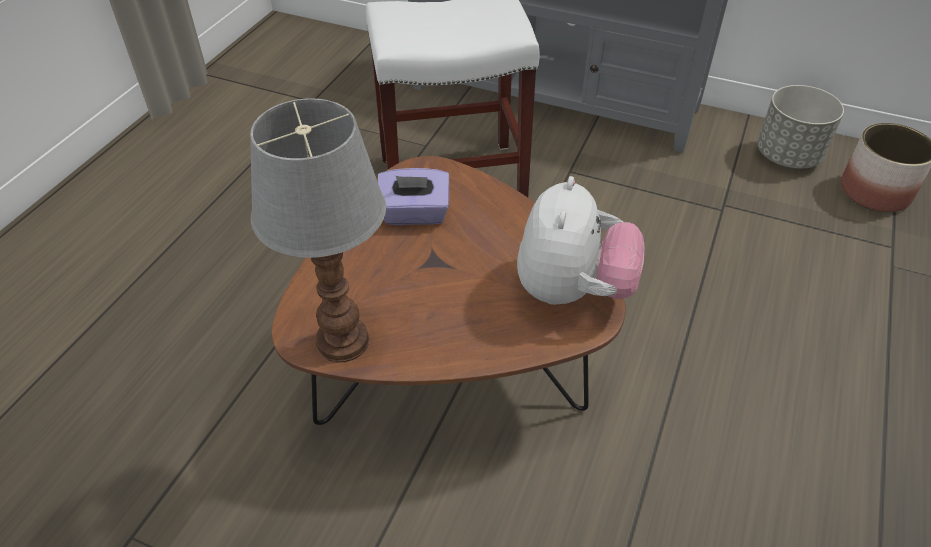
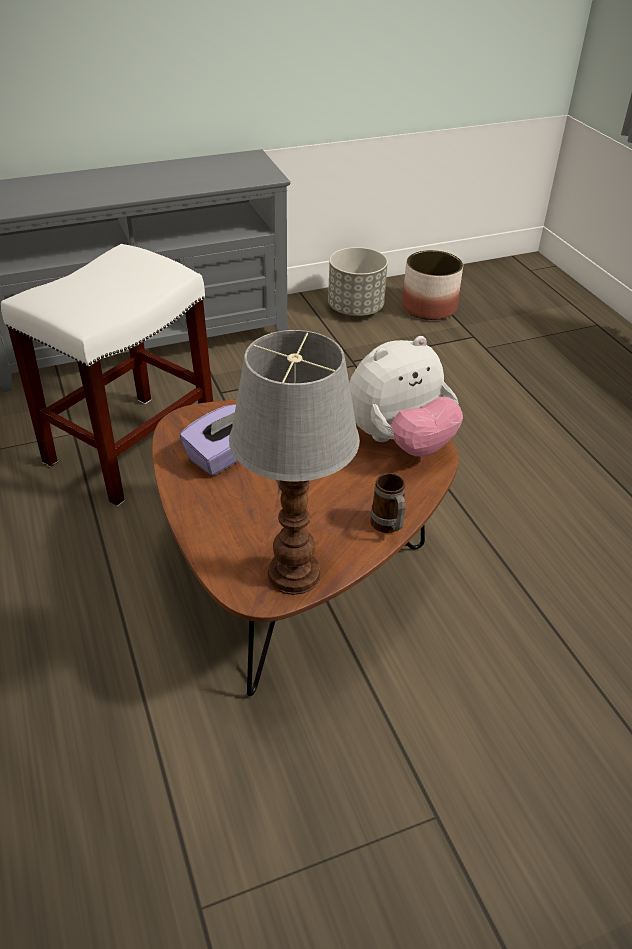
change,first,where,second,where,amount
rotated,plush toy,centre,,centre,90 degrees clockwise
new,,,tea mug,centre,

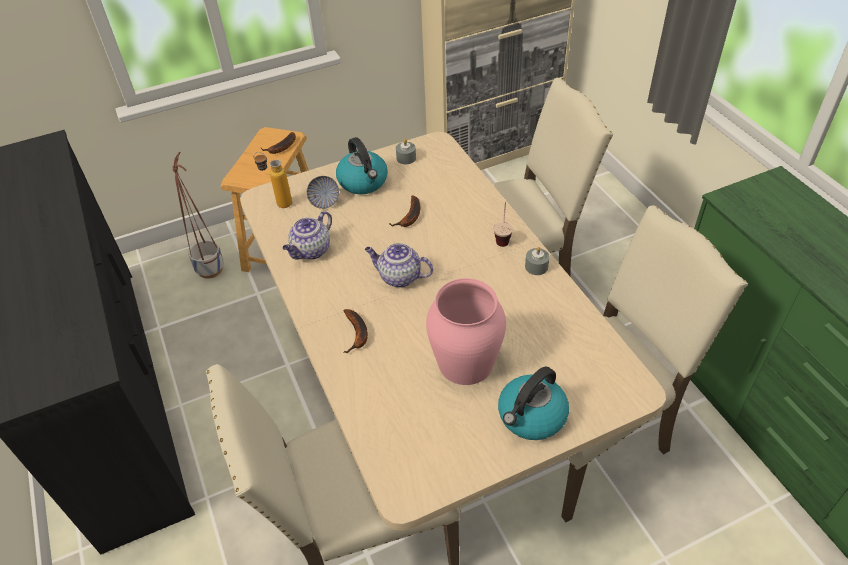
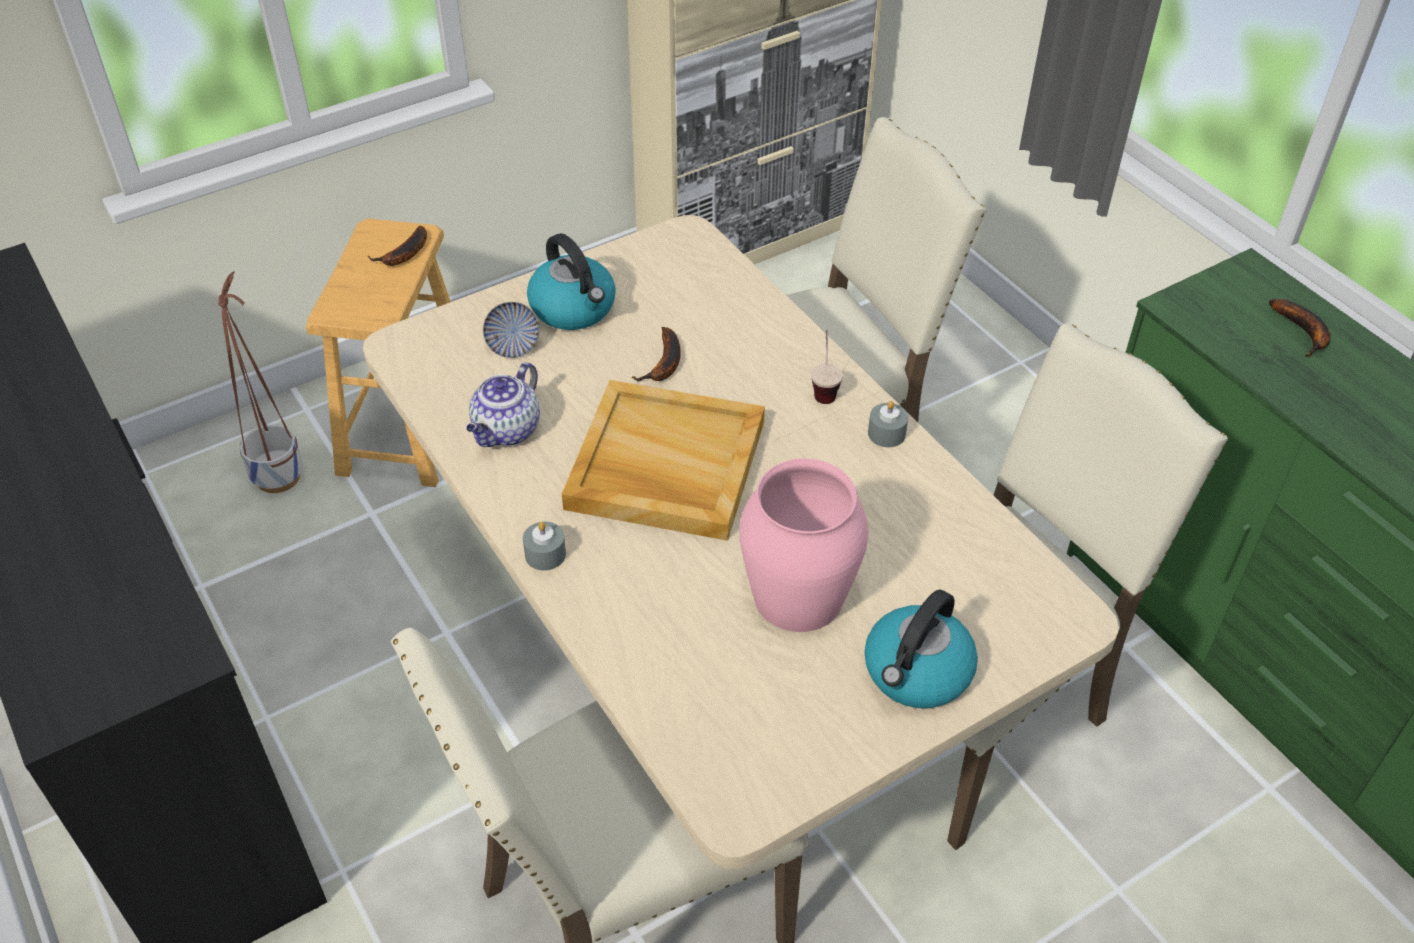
change,first,where,second,where,amount
shifted,gray candle (no. 1 from left),top centre,,centre,
gone,beverage bottle,top left,,,
swapped,pot for tea (no. 2 from left),centre,beige-coloured tray,centre,
shifted,whole banana (no. 2 from left in the first image),centre,whole banana (no. 3 from left),middle right,

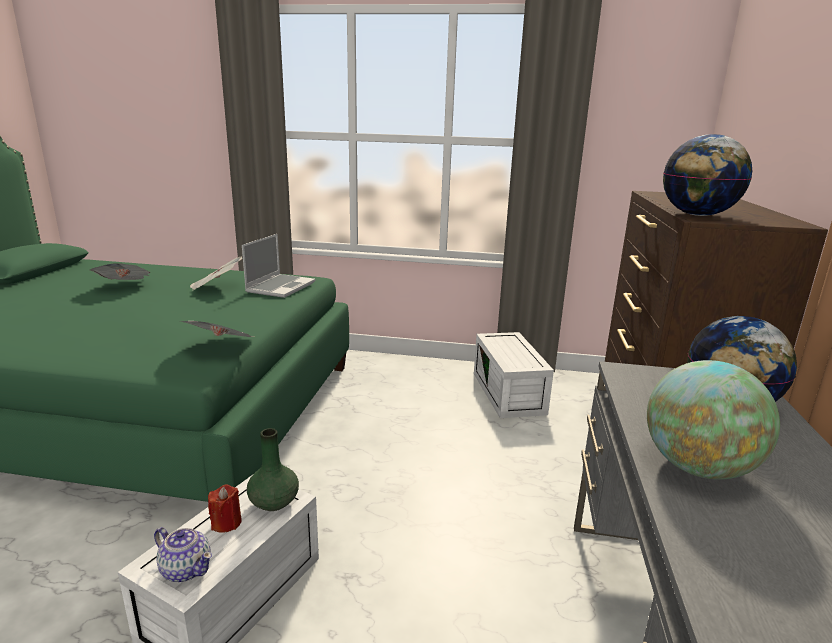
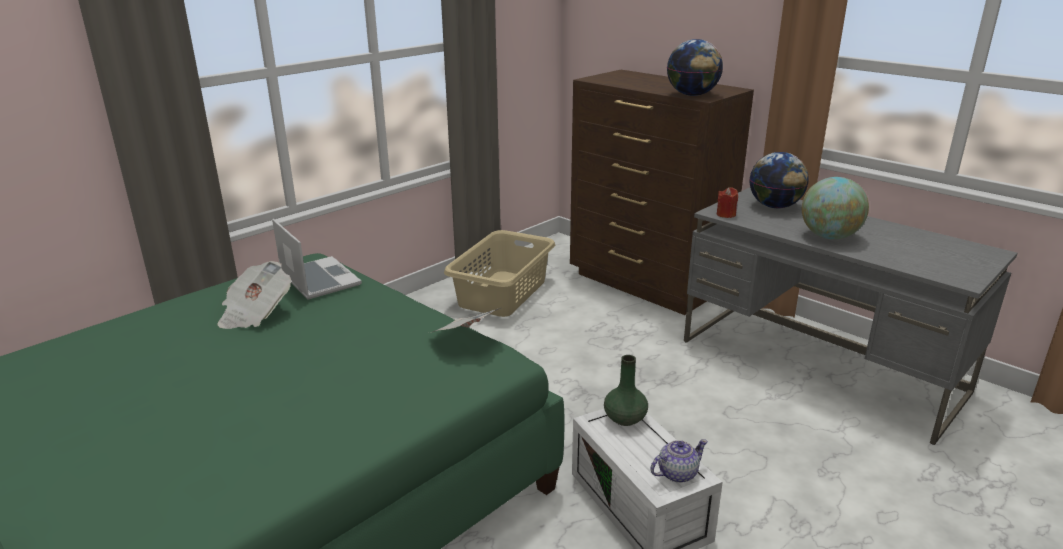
change,first,where,second,where,amount
gone,daily paper (no. 1 from left),middle left,,,
swapped,whitish storage container (no. 2 from left),centre,beige-coloured hamper,centre,
shifted,red-coloured candle,bottom left,,middle right,

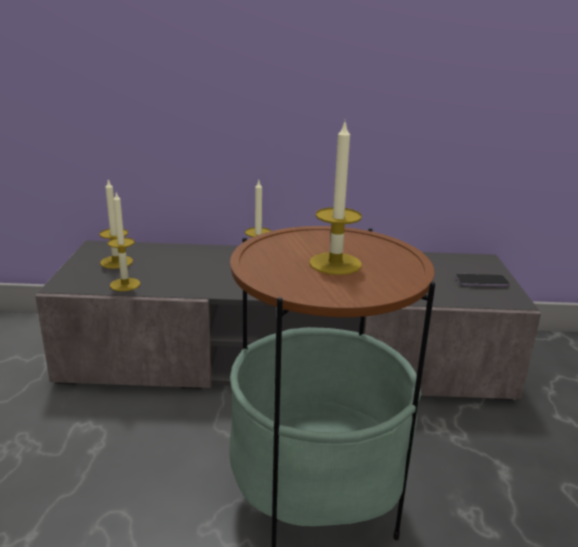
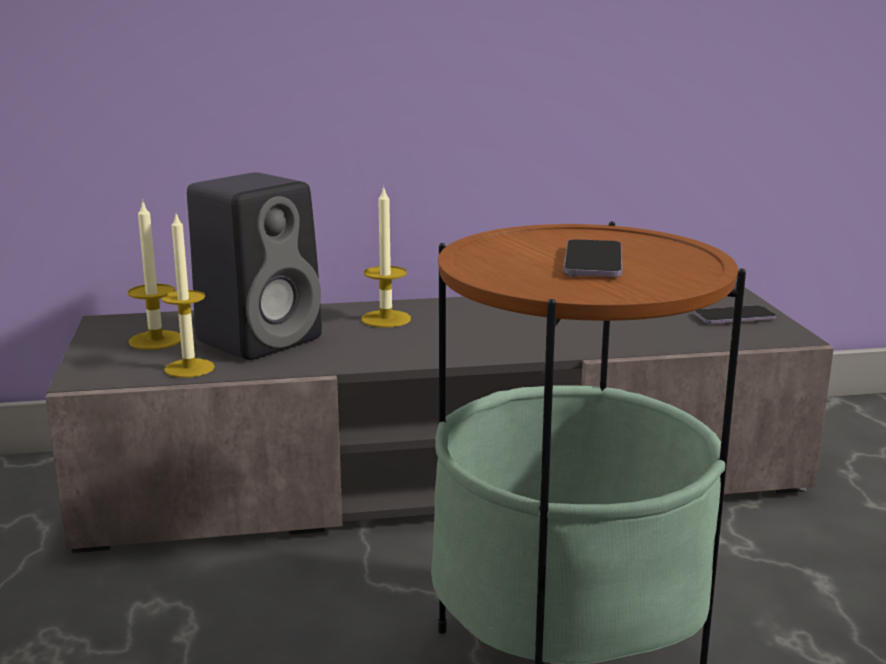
change,first,where,second,where,amount
swapped,candle (no. 4 from left),centre,telephone (no. 1 from left),middle right,
new,,,black-coloured audio speaker,middle left,

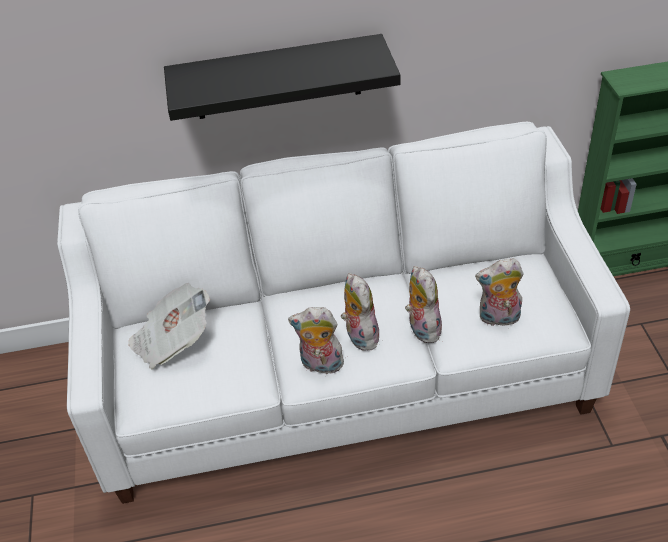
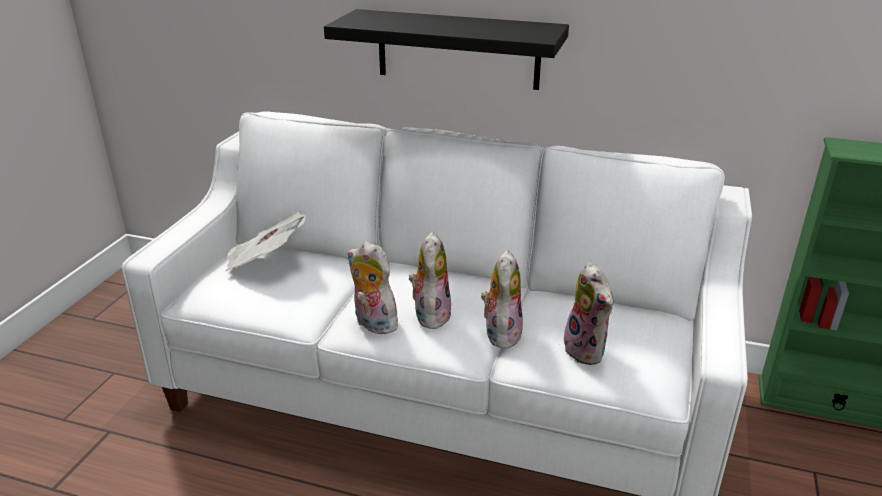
change,first,where,second,where,amount
rotated,plush toy (no. 4 from left),middle right,,middle right,135 degrees counterclockwise

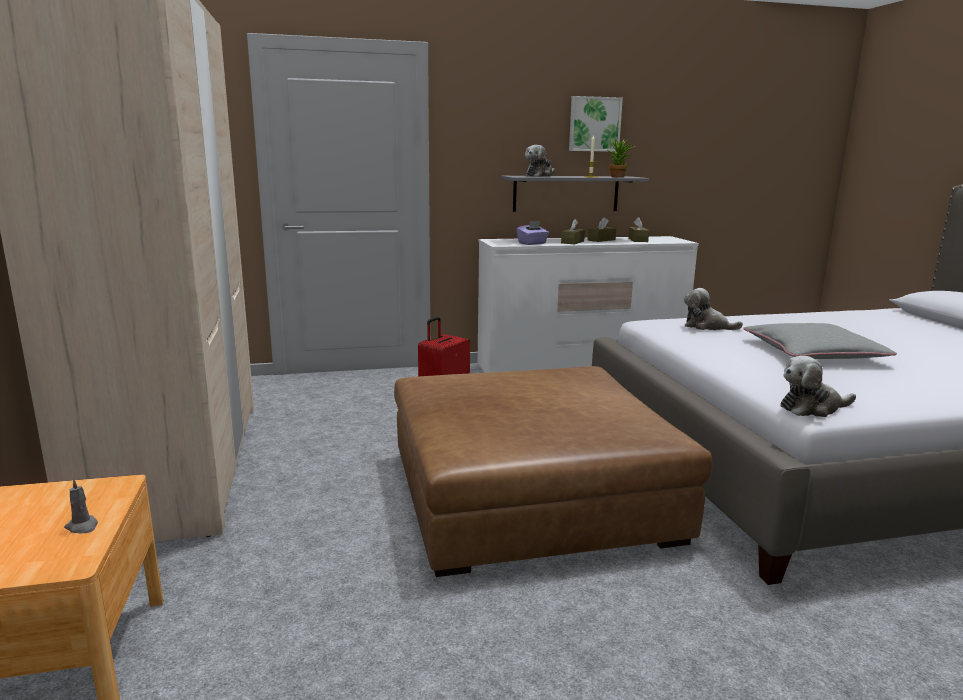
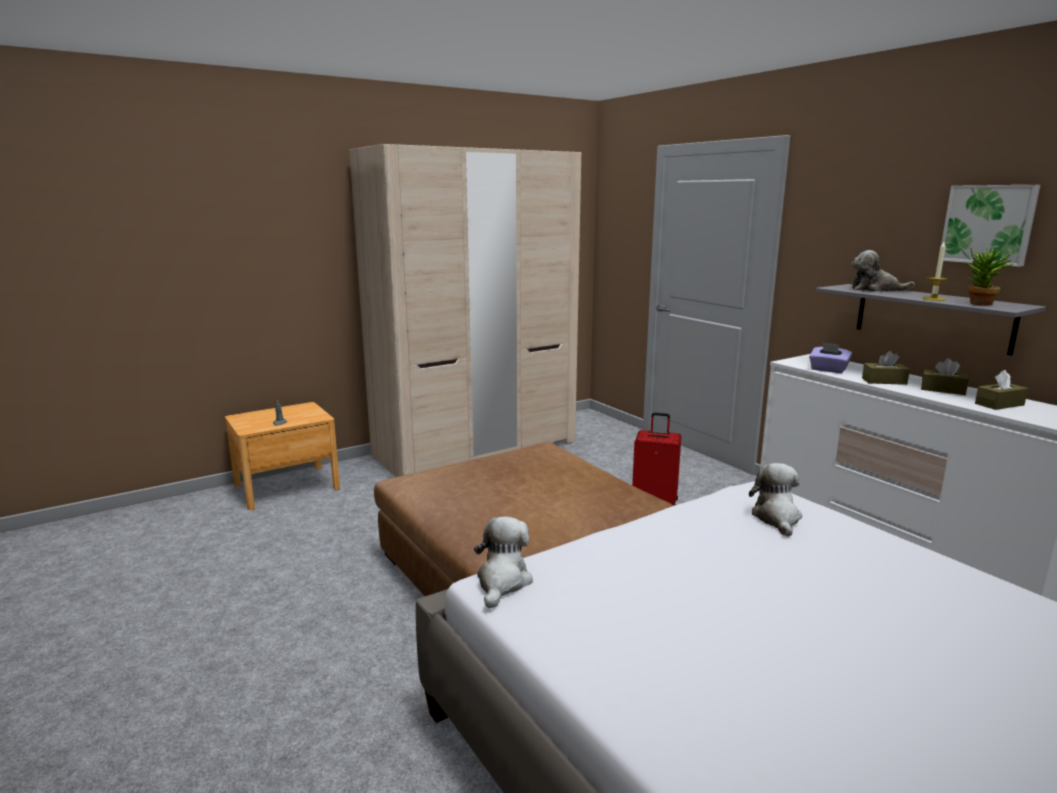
change,first,where,second,where,amount
gone,gray throw pillow,middle right,,,
rotated,plush toy (no. 3 from left in the first image),middle right,plush toy (no. 1 from left),bottom centre,45 degrees clockwise

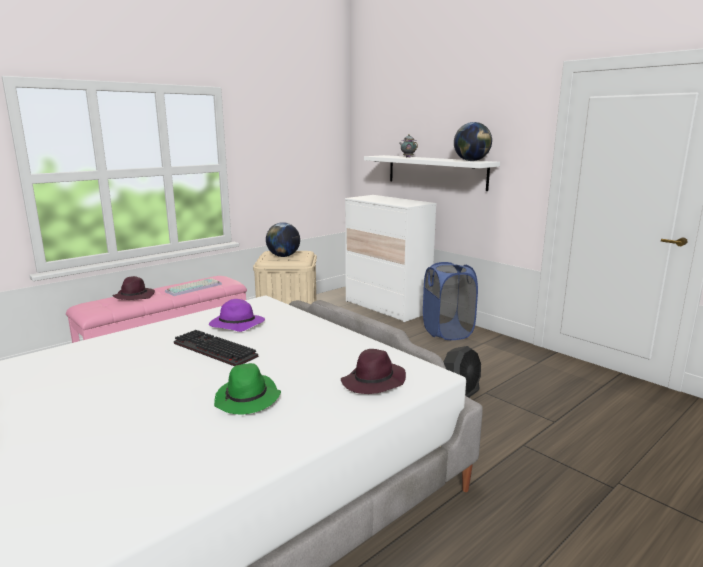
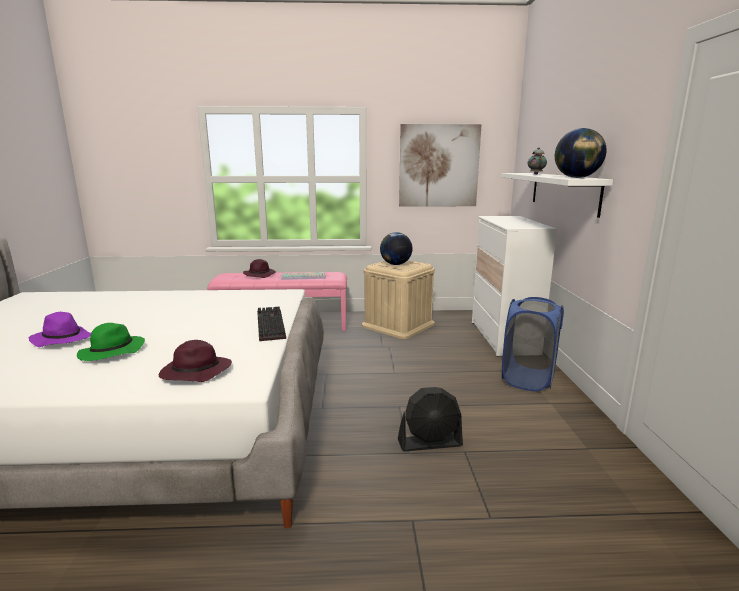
change,first,where,second,where,amount
shifted,purple-coloured hat (no. 2 from left in the first image),centre,purple-coloured hat (no. 1 from left),middle left,
shifted,keyboard (no. 2 from left in the first image),middle left,keyboard (no. 1 from left),centre,
new,,,picture,top centre,

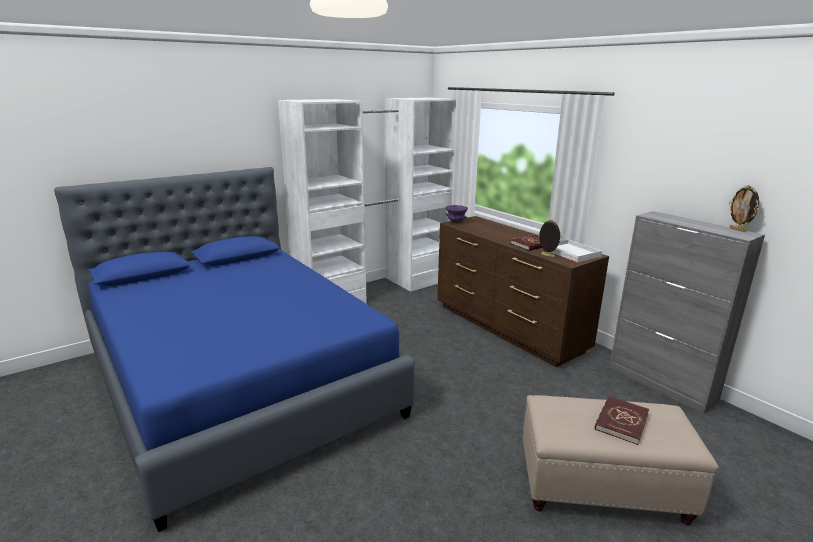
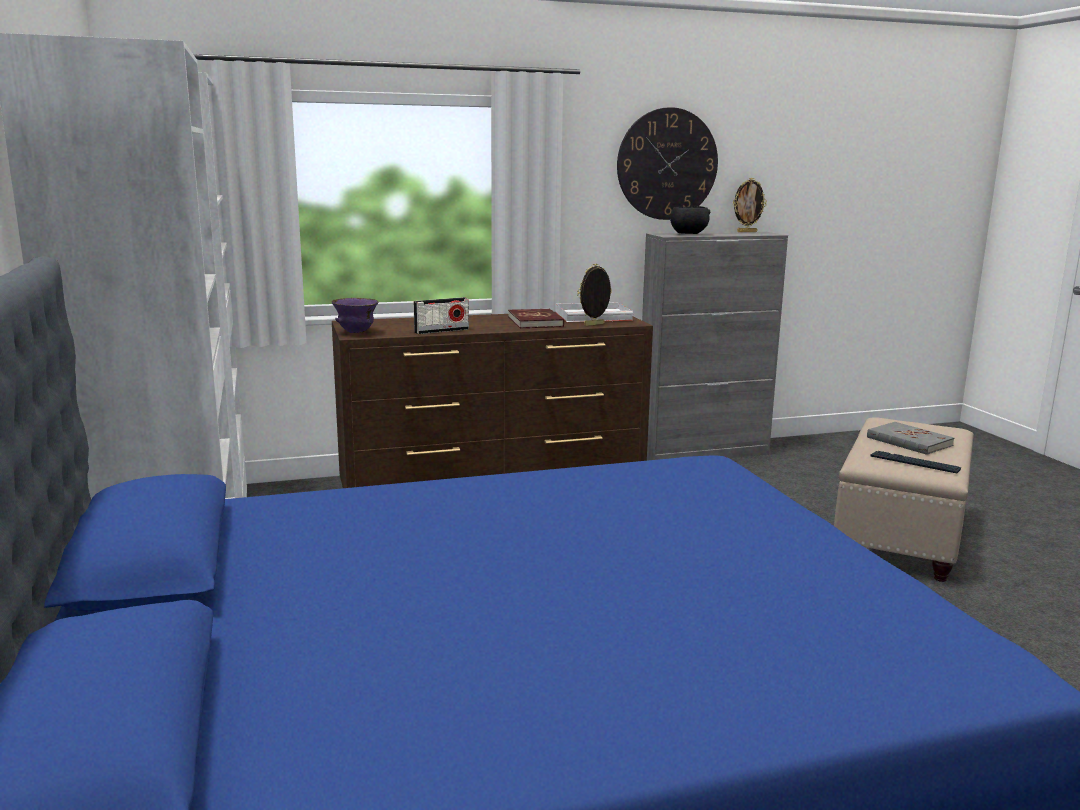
change,first,where,second,where,amount
repainted,red-coloured volume (no. 2 from left),bottom right,gray volume,middle right,
new,,,wall clock,top centre,
new,,,black-coloured serving bowl,top centre,
new,,,radio set,centre,
new,,,keyboard,middle right,

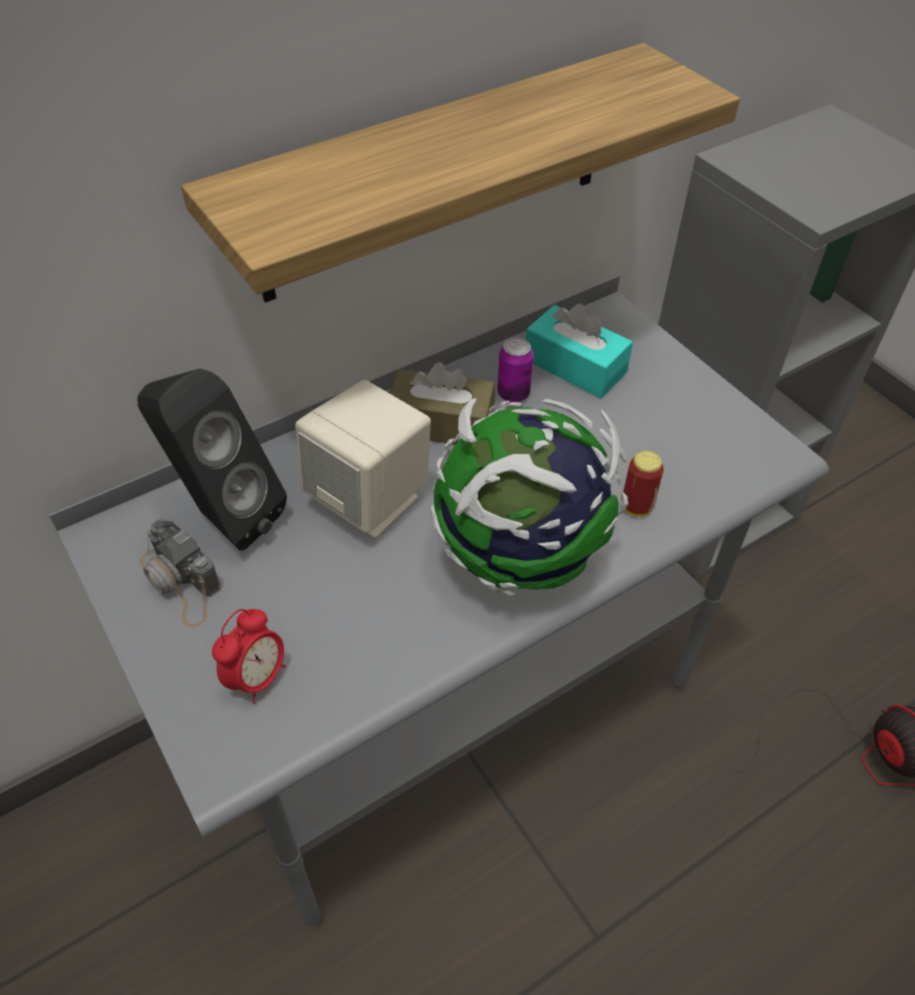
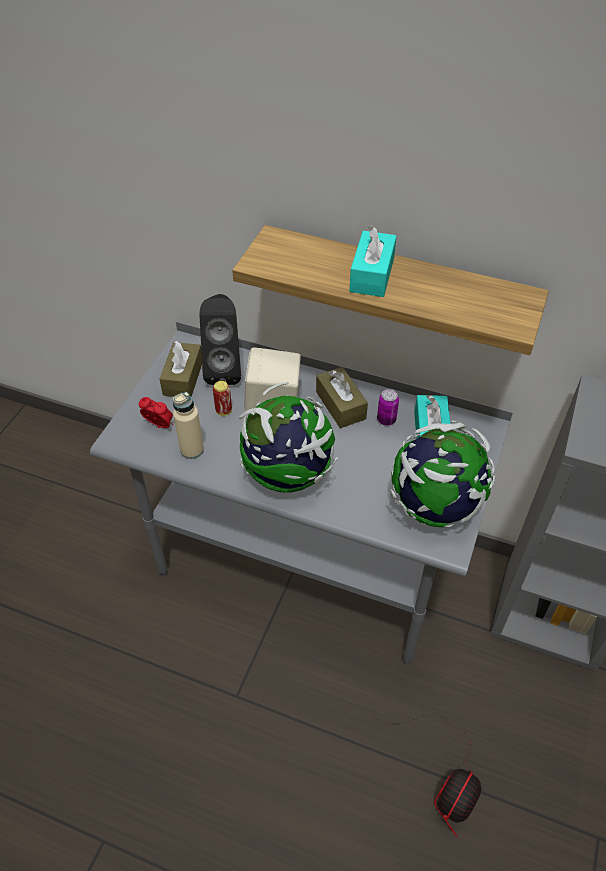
change,first,where,second,where,amount
shifted,metal can (no. 2 from left in the first image),middle right,metal can (no. 1 from left),centre,
swapped,still camera,middle left,brownish tissue box (no. 1 from left),middle left,
rotated,bedside clock,middle left,,middle left,150 degrees counterclockwise
new,,,turquoise tissue box (no. 1 from left),top centre,
new,,,beige-coloured beverage bottle,middle left,
new,,,desk globe (no. 2 from left),middle right,

